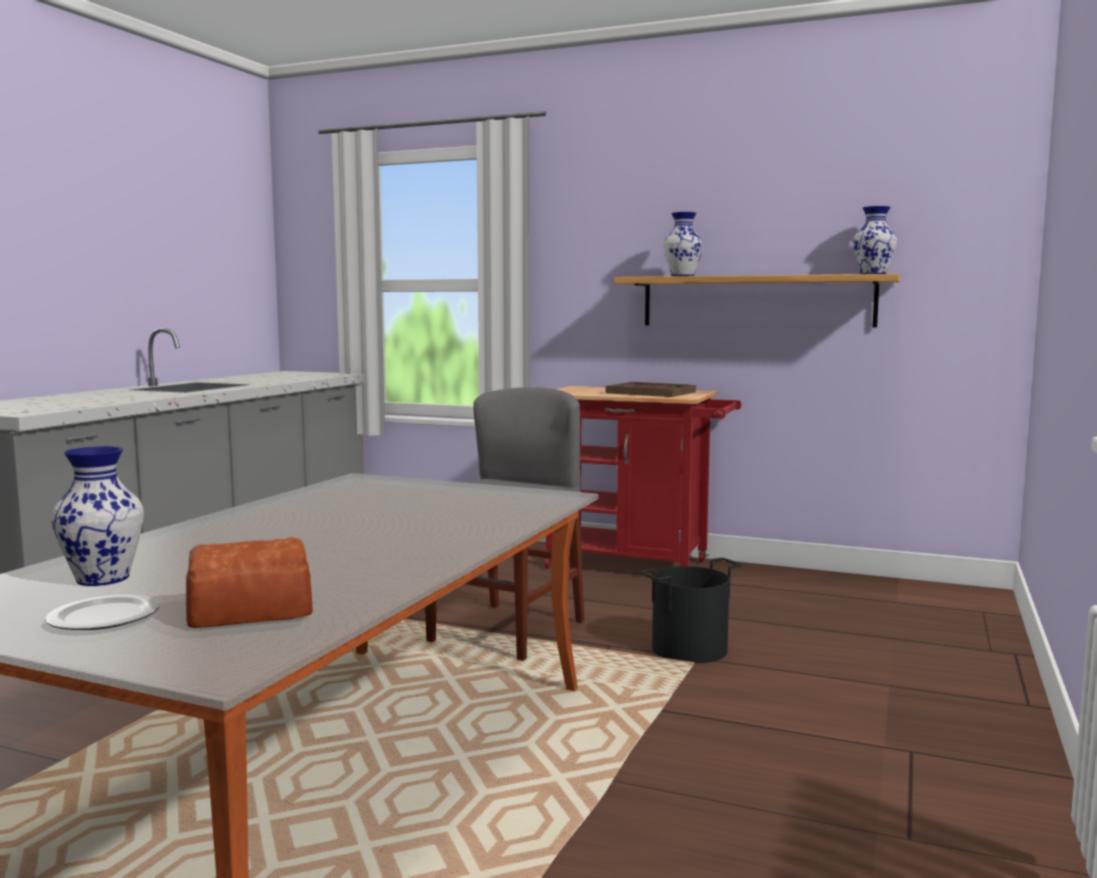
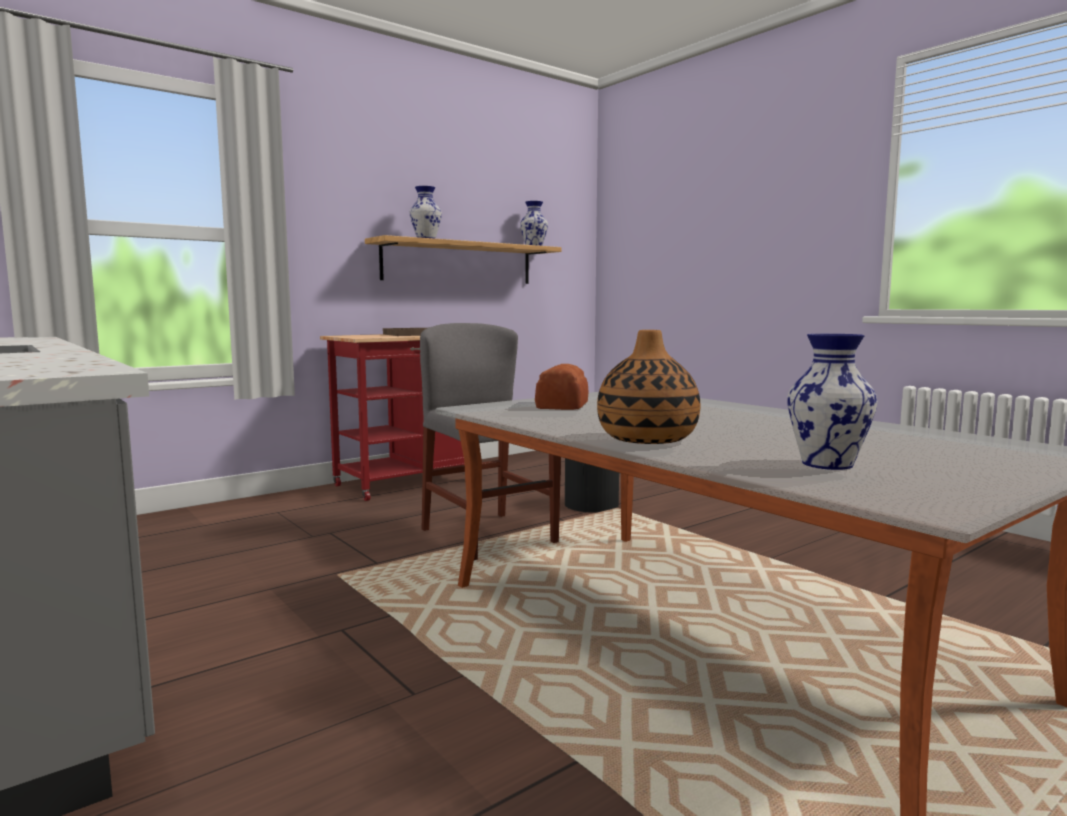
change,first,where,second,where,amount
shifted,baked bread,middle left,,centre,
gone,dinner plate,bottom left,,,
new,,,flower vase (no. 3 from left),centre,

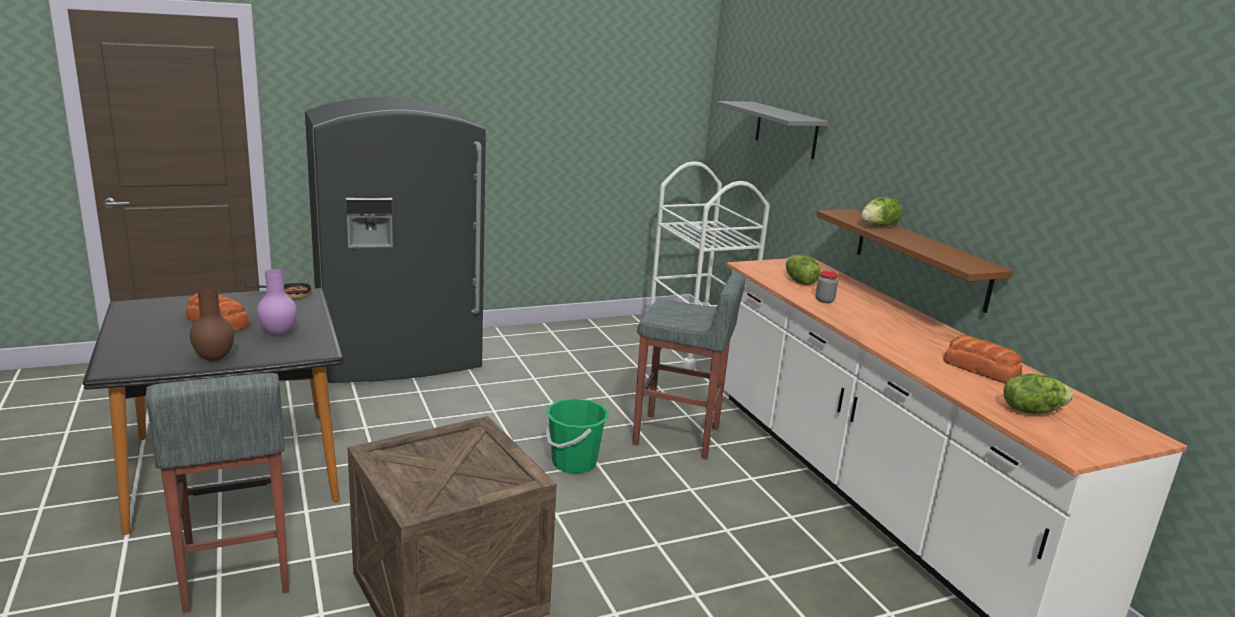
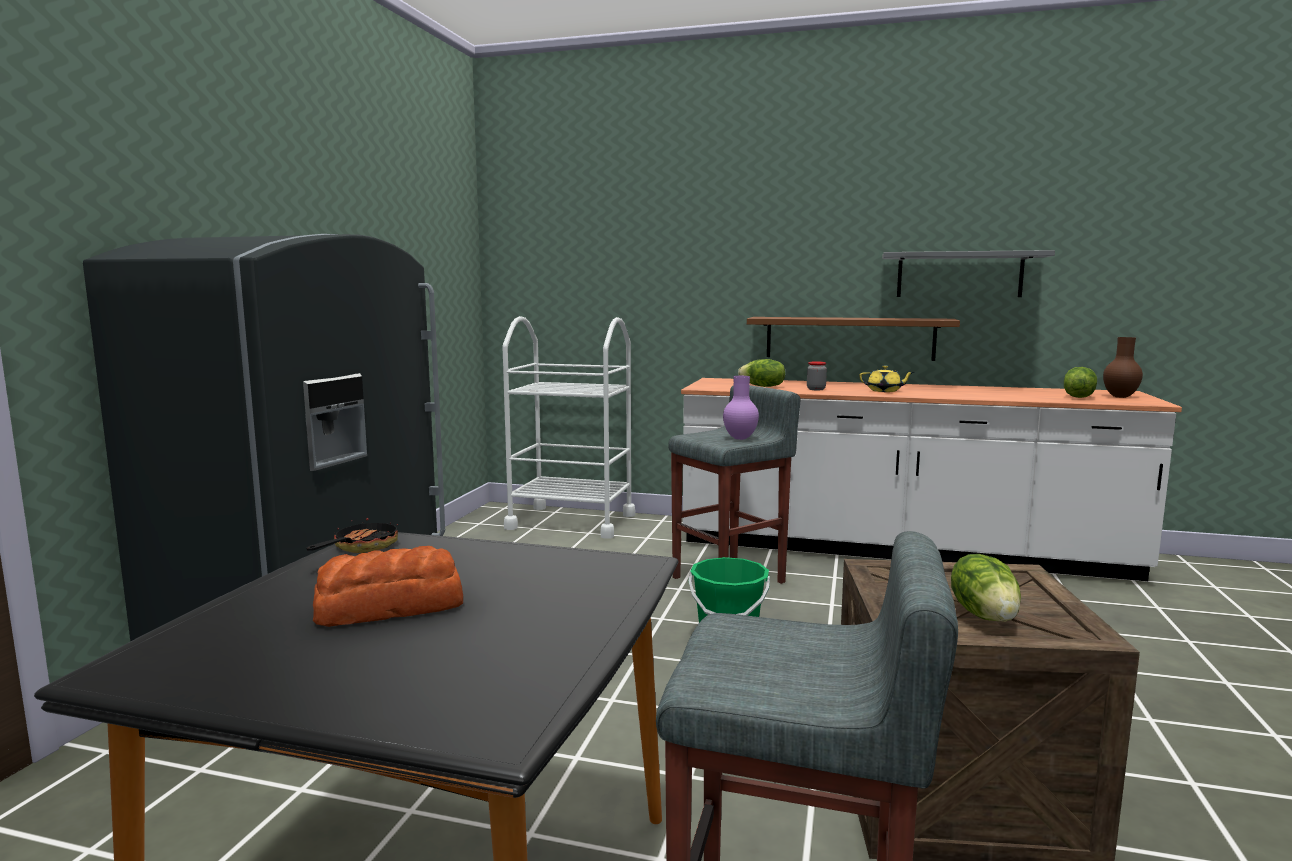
change,first,where,second,where,amount
shifted,gray bracket shelf,top centre,,top right,
shifted,head of lettuce (no. 2 from left),middle right,,bottom right,
shifted,purple-coloured flower vase,middle left,,centre,
shifted,brownish flower vase,middle left,,middle right,
gone,baked bread (no. 2 from left),middle right,,,
new,,,yellow pot for tea,middle right,

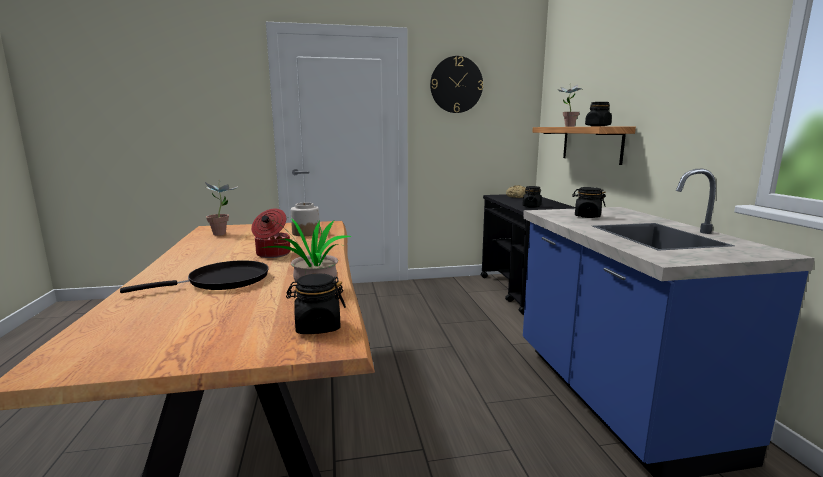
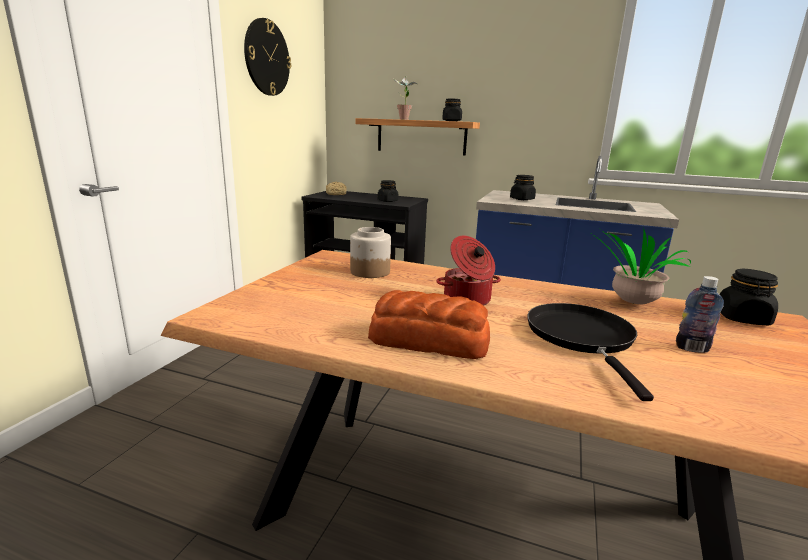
change,first,where,second,where,amount
gone,plant in a pot (no. 1 from left),middle left,,,
new,,,beverage bottle,middle right,
new,,,baked bread (no. 2 from left),centre,

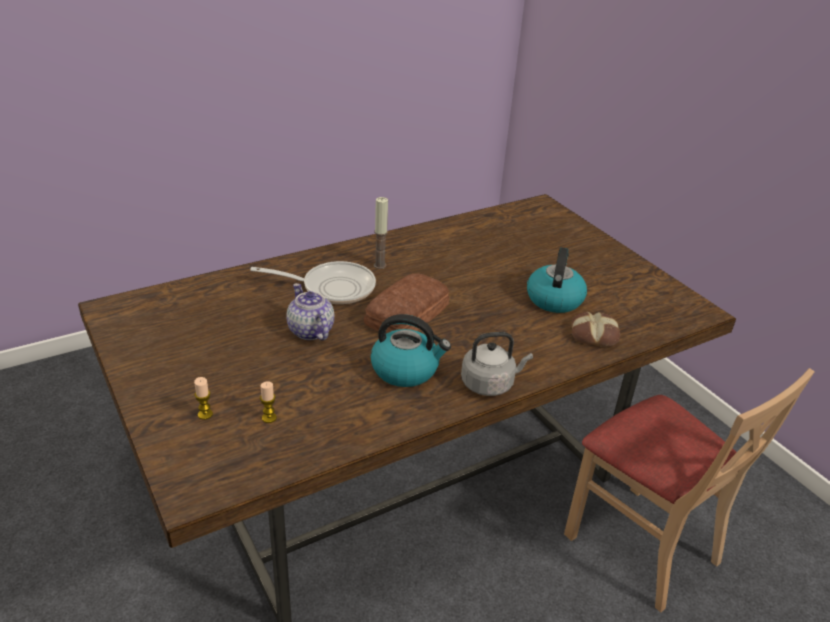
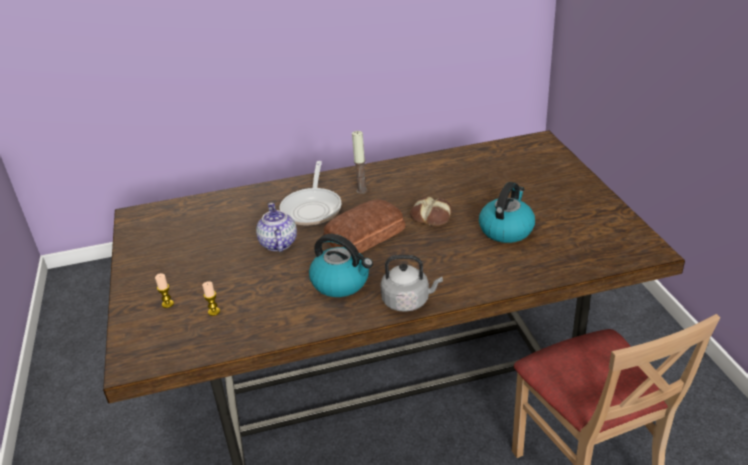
change,first,where,second,where,amount
rotated,pan,centre,,centre,75 degrees clockwise
shifted,baked bread (no. 2 from left),middle right,,centre,

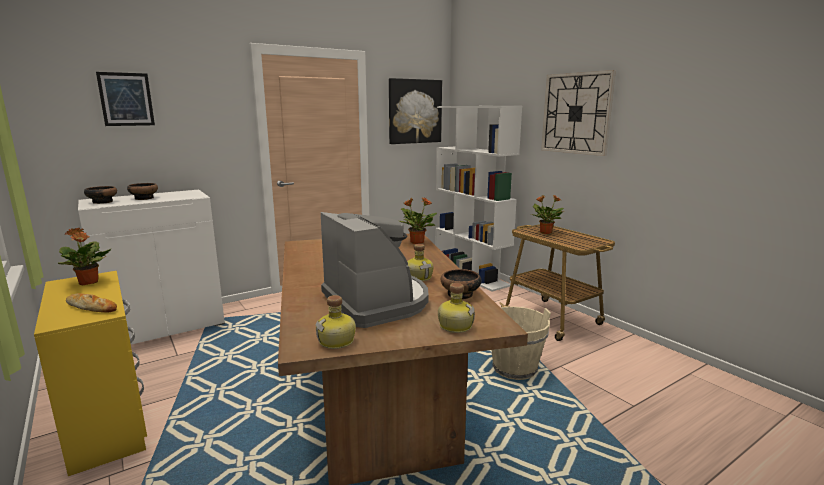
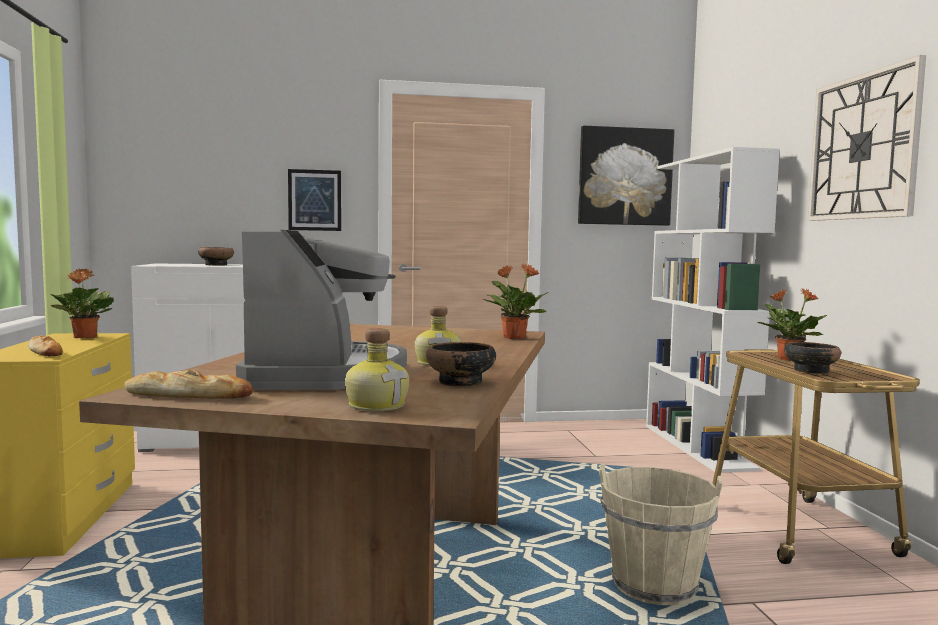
change,first,where,second,where,amount
shifted,picture (no. 1 from left),top left,,top centre,
shifted,serving bowl (no. 1 from left in the first image),middle left,serving bowl (no. 3 from left),middle right,
swapped,beverage bottle (no. 1 from left),centre,baked bread (no. 2 from left),middle left,

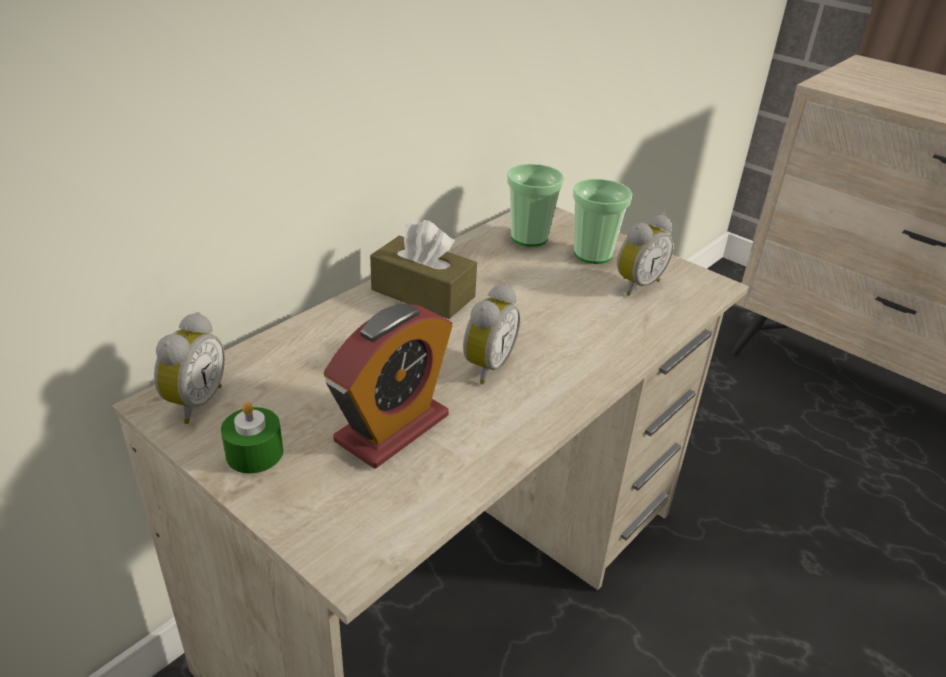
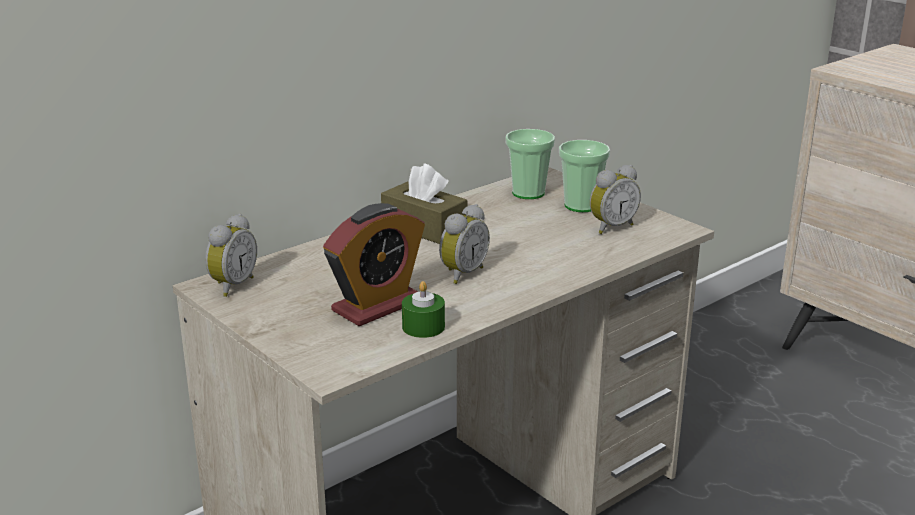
change,first,where,second,where,amount
shifted,green candle,middle left,,centre,

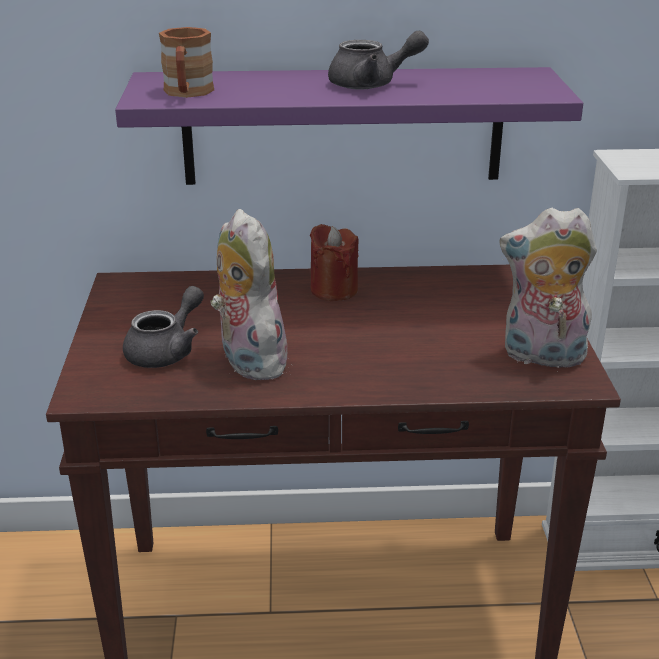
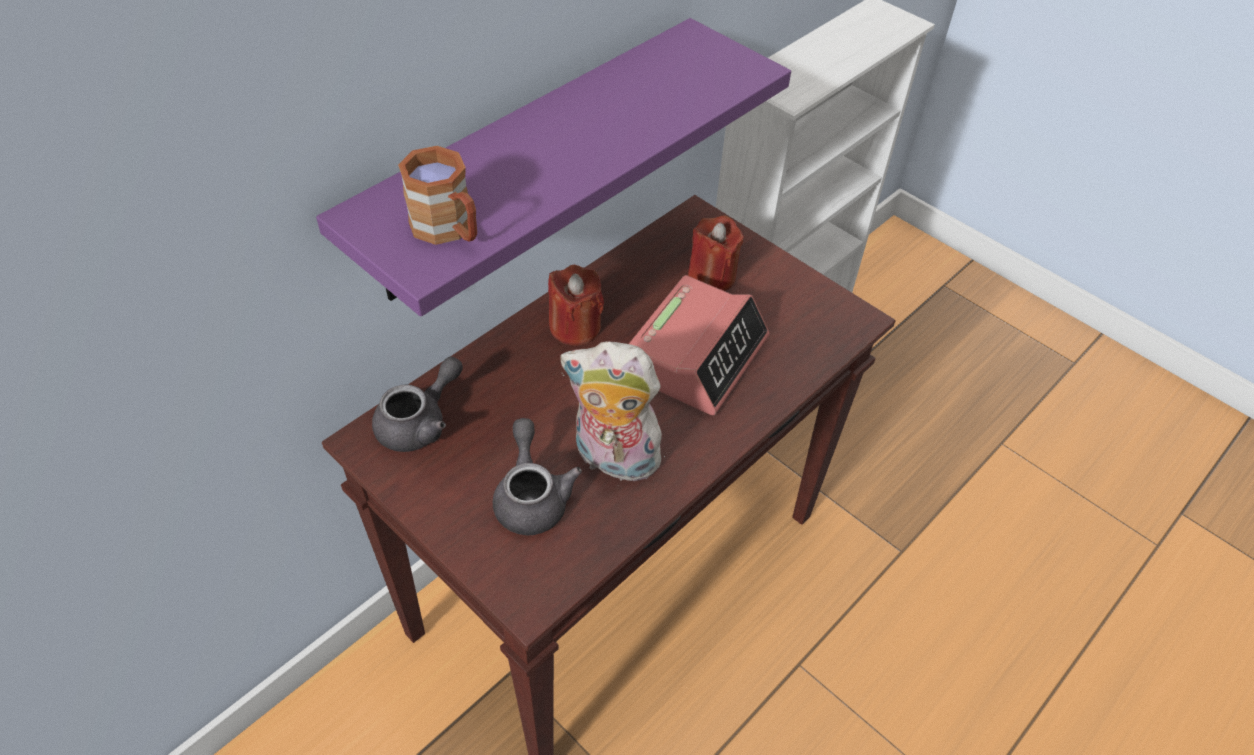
change,first,where,second,where,amount
shifted,gray pot for tea (no. 2 from left in the first image),top centre,gray pot for tea (no. 1 from left),middle left,
gone,plush toy (no. 2 from left),middle right,,,
new,,,red-coloured candle (no. 2 from left),centre,
new,,,bedside clock,centre,

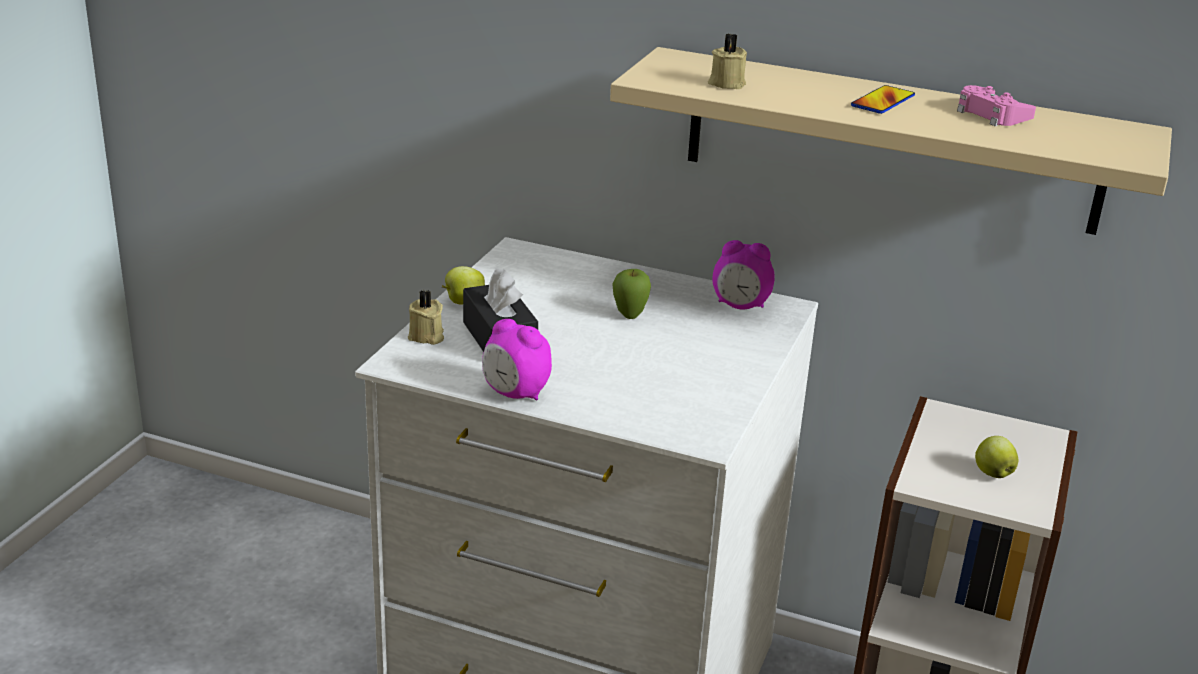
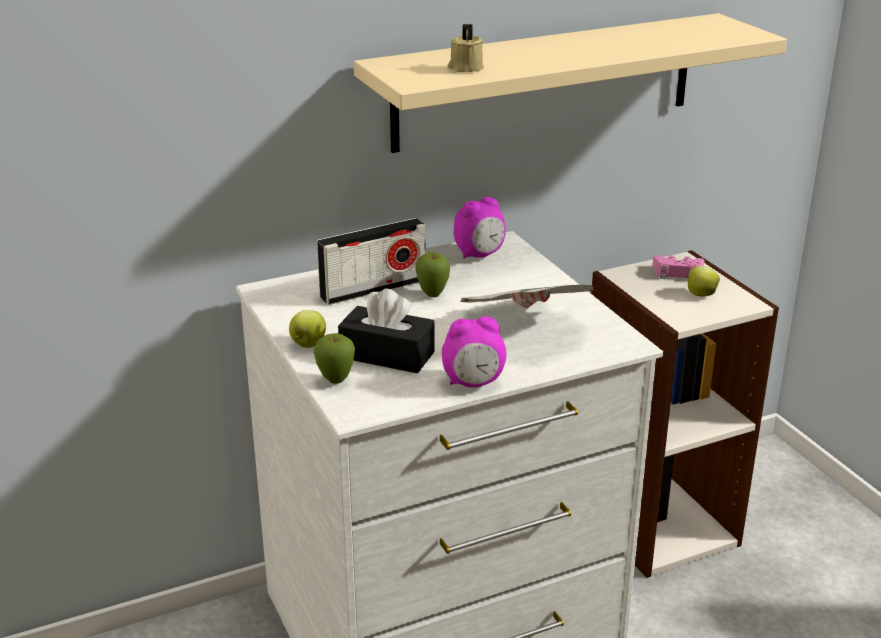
change,first,where,second,where,amount
gone,telephone,top right,,,
shifted,pink-coloured game controller,top right,,middle right,
swapped,beige-coloured candle (no. 1 from left),centre,apple fruit (no. 2 from left),centre,
new,,,radio set,centre,
new,,,daily paper,centre,

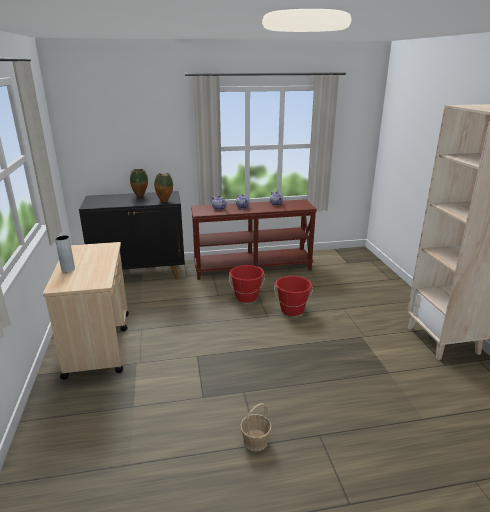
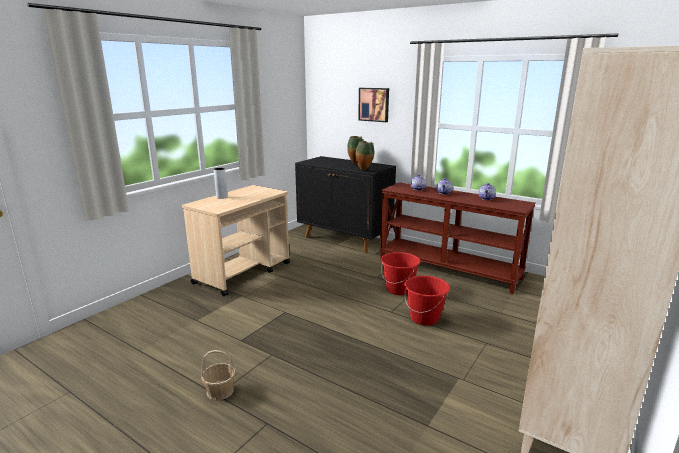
change,first,where,second,where,amount
new,,,picture,top centre,

